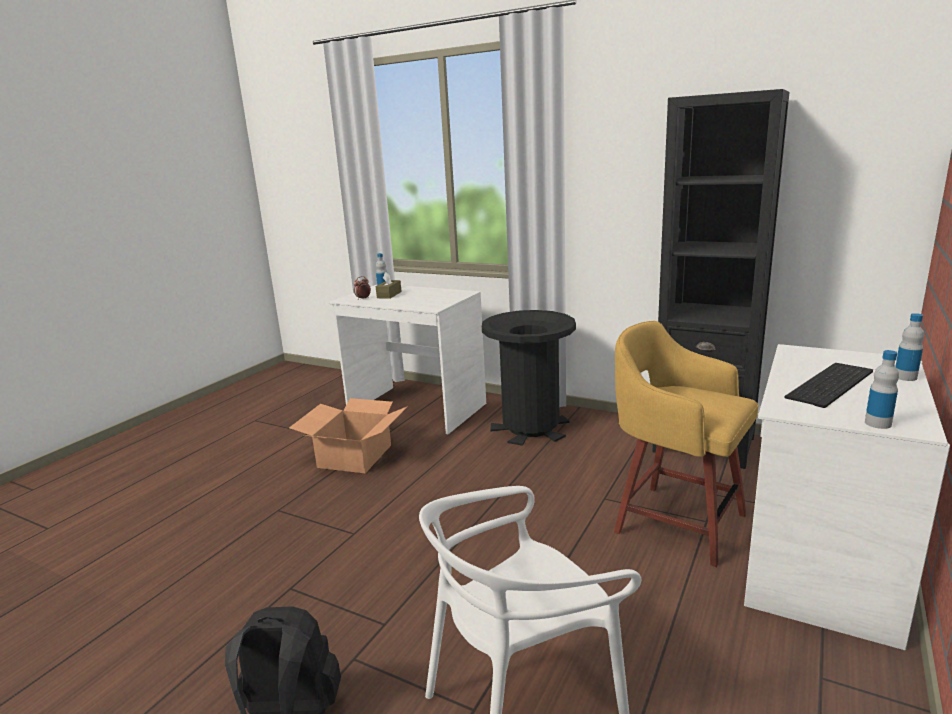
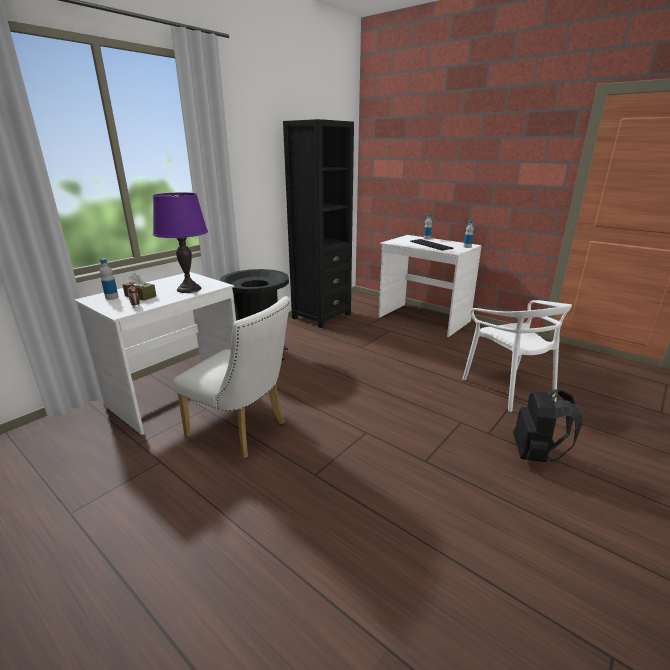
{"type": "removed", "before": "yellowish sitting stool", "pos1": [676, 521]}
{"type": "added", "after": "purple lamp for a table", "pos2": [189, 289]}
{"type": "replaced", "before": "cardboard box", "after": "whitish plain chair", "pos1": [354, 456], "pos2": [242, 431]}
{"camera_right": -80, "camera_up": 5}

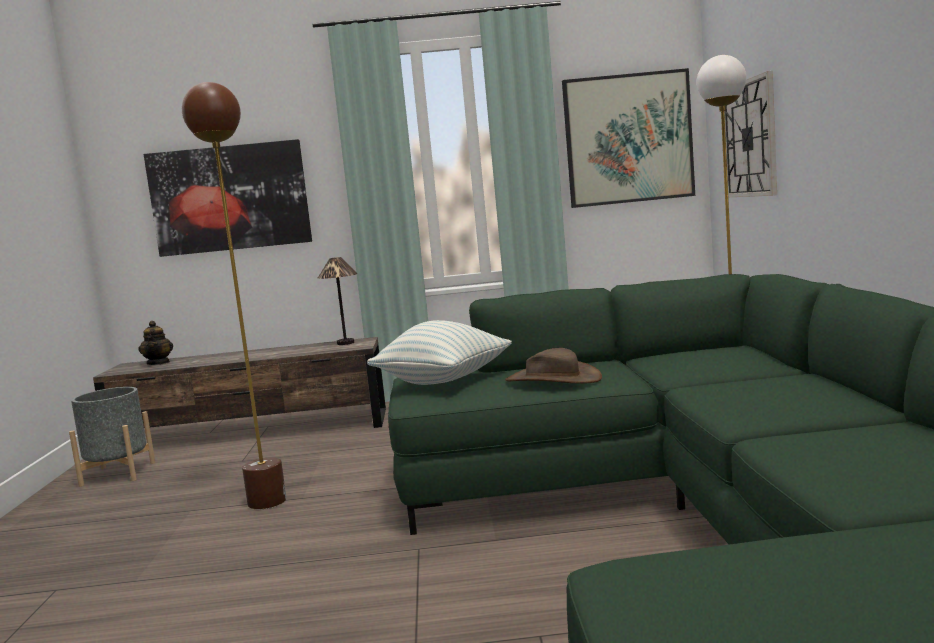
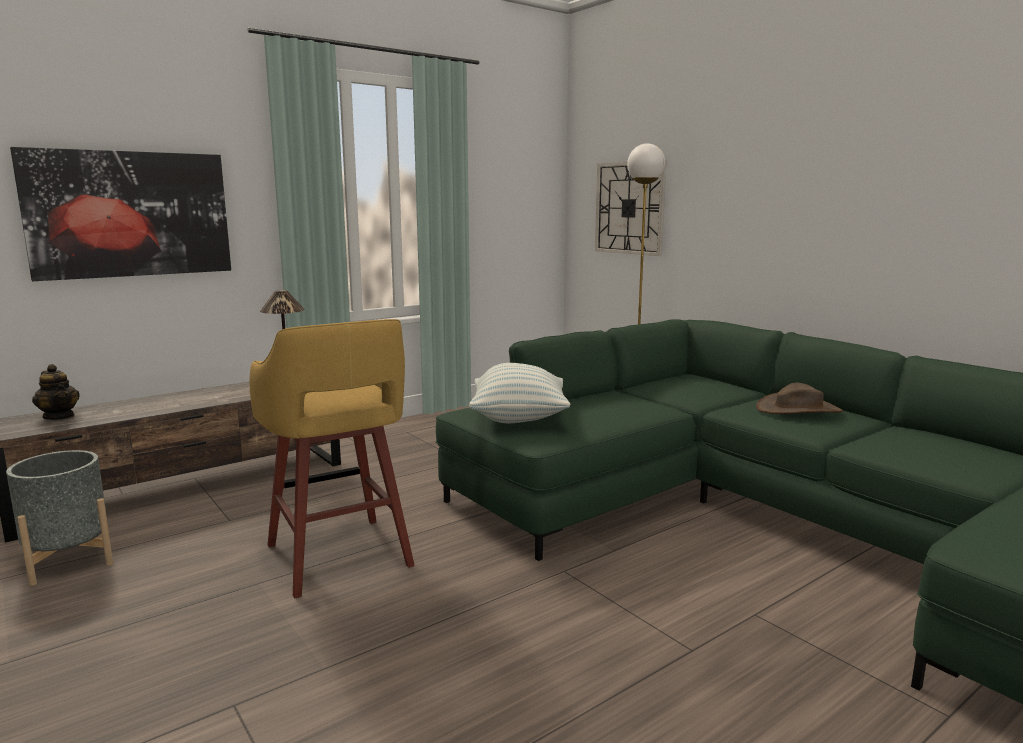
{"type": "removed", "before": "picture", "pos1": [628, 139]}
{"type": "moved", "before": "brown-coloured hat", "pos1": [553, 379], "pos2": [798, 409]}
{"type": "replaced", "before": "brown-coloured standing lamp", "after": "yellowish sitting stool", "pos1": [266, 502], "pos2": [340, 558]}
{"camera_right": -35, "camera_up": 5}

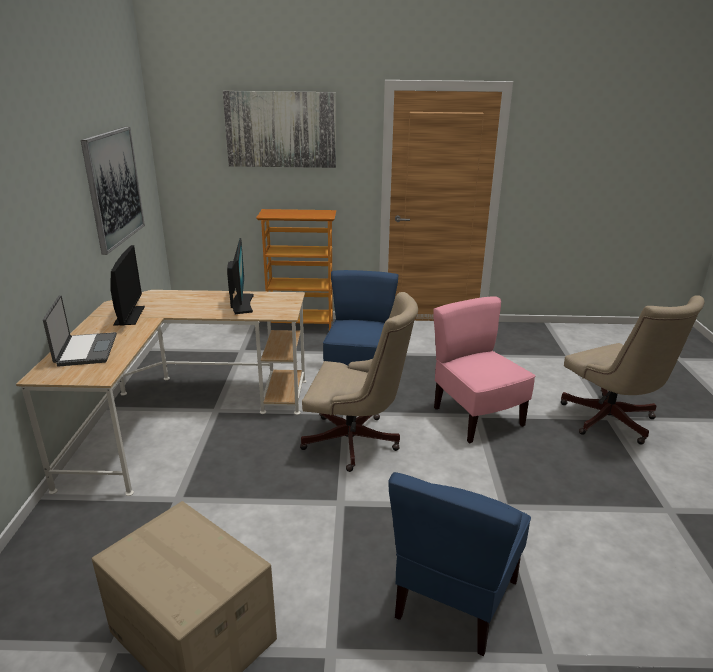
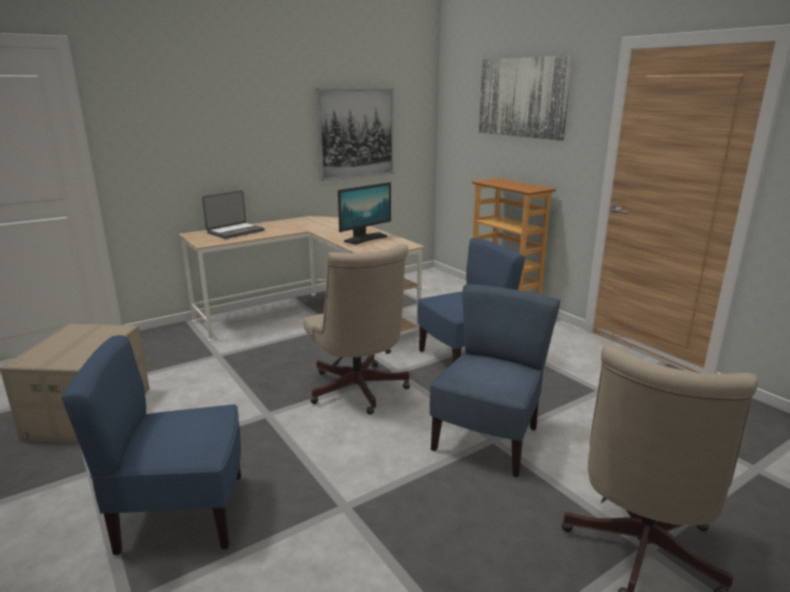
{"type": "removed", "before": "computer screen", "pos1": [129, 315]}
{"type": "recoloured", "before": "pinkish plain chair", "after": "blue-coloured plain chair", "pos1": [476, 417], "pos2": [487, 440]}
{"camera_right": 55, "camera_up": -5}

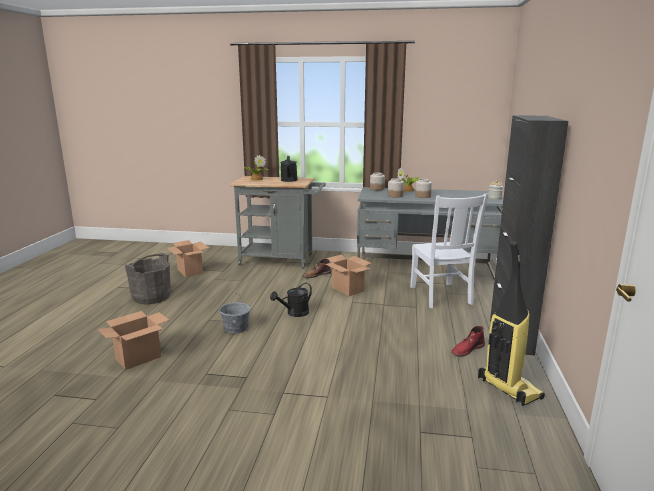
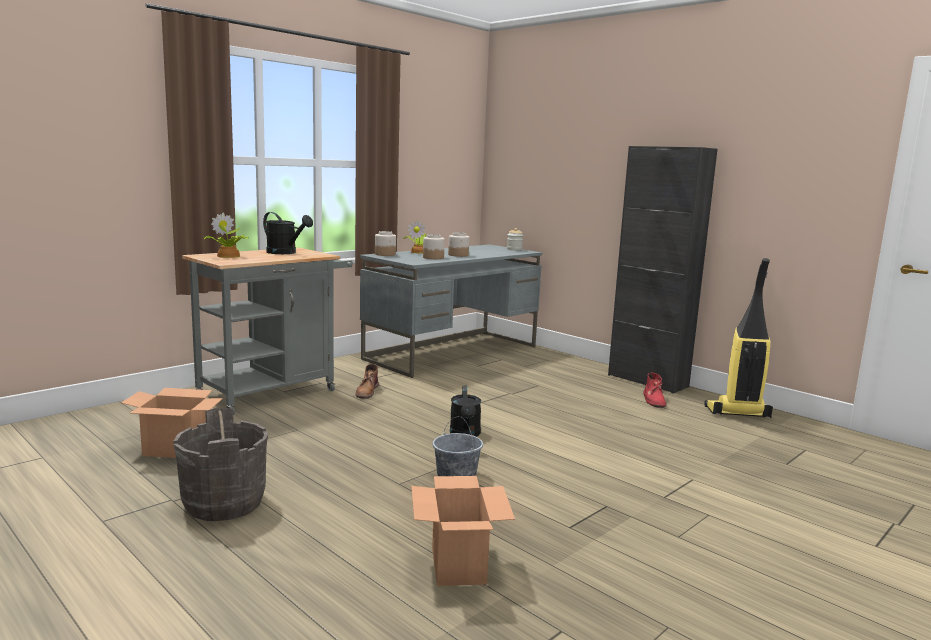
{"type": "removed", "before": "cardboard box", "pos1": [348, 289]}
{"type": "removed", "before": "whitish plain chair", "pos1": [441, 296]}
{"camera_right": -55, "camera_up": -5}

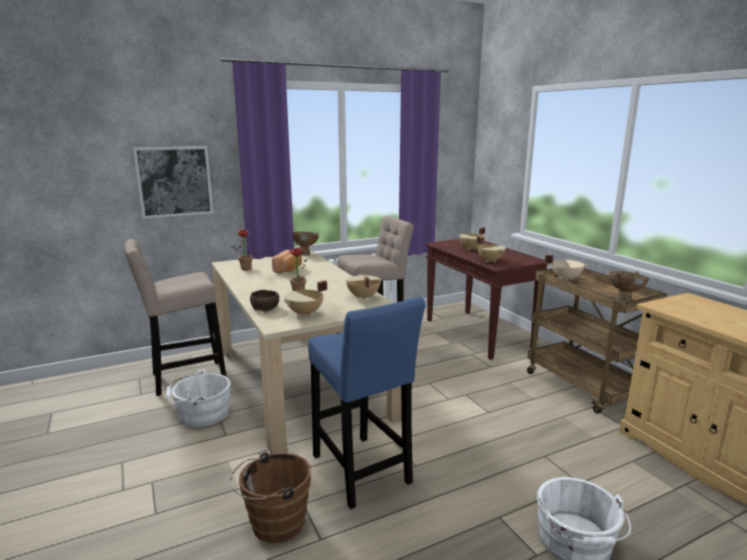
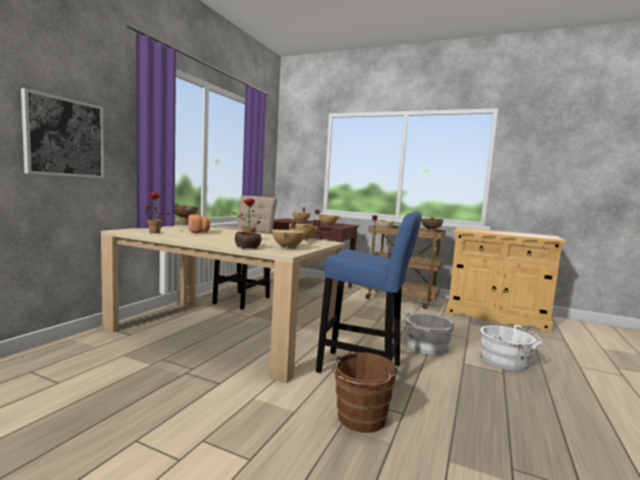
{"type": "removed", "before": "sand-coloured sitting stool", "pos1": [184, 378]}
{"type": "moved", "before": "whitish water bucket", "pos1": [201, 414], "pos2": [426, 346]}
{"camera_right": -40, "camera_up": -10}

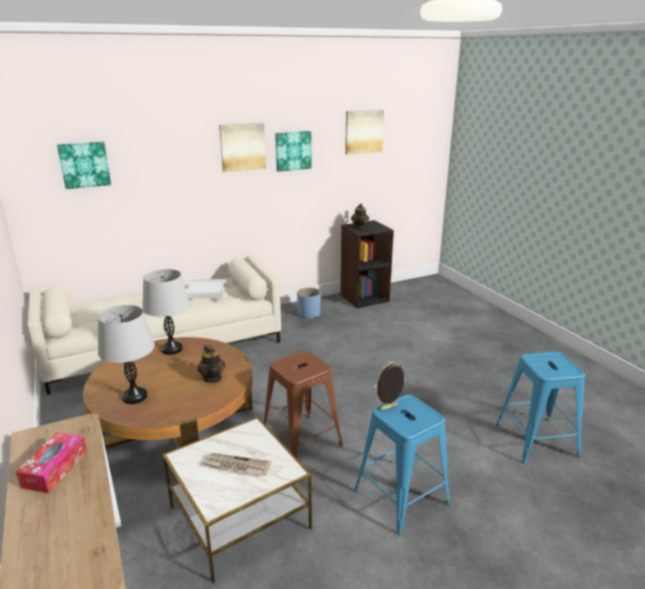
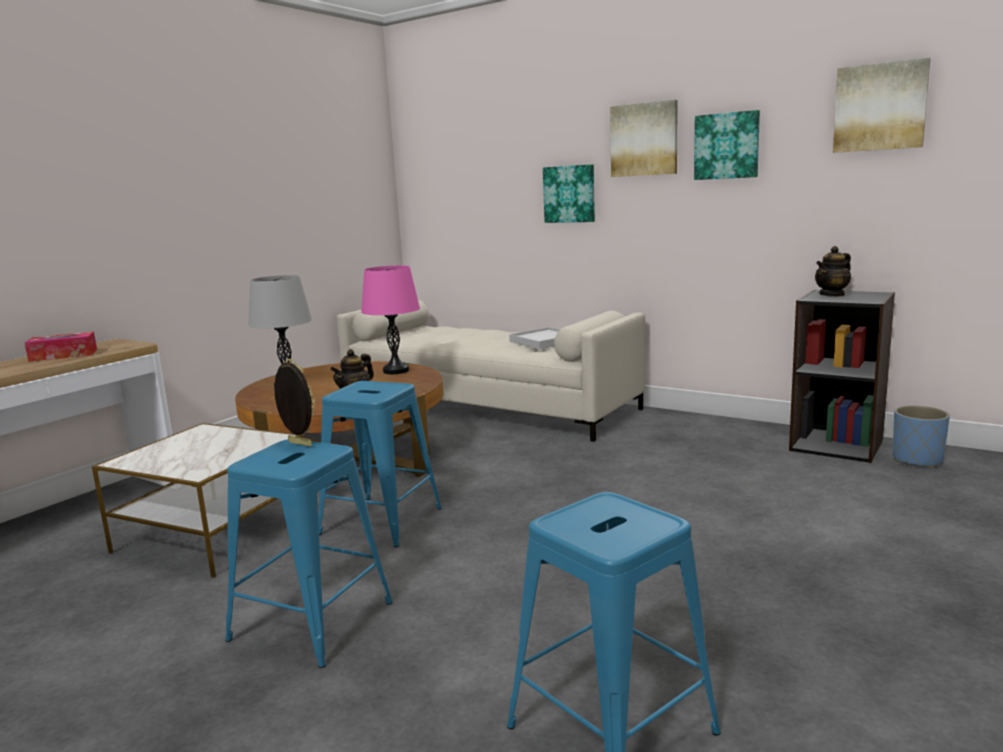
{"type": "removed", "before": "daily paper", "pos1": [236, 466]}
{"type": "moved", "before": "picture", "pos1": [84, 164], "pos2": [570, 194]}
{"type": "moved", "before": "blue-coloured planter", "pos1": [309, 314], "pos2": [917, 460]}
{"type": "recoloured", "before": "grey lamp for a table", "after": "pinkish lamp for a table", "pos1": [172, 349], "pos2": [396, 371]}
{"type": "recoloured", "before": "brown-coloured sitting stool", "after": "blue-coloured sitting stool", "pos1": [301, 441], "pos2": [380, 521]}
{"camera_right": 60, "camera_up": -10}

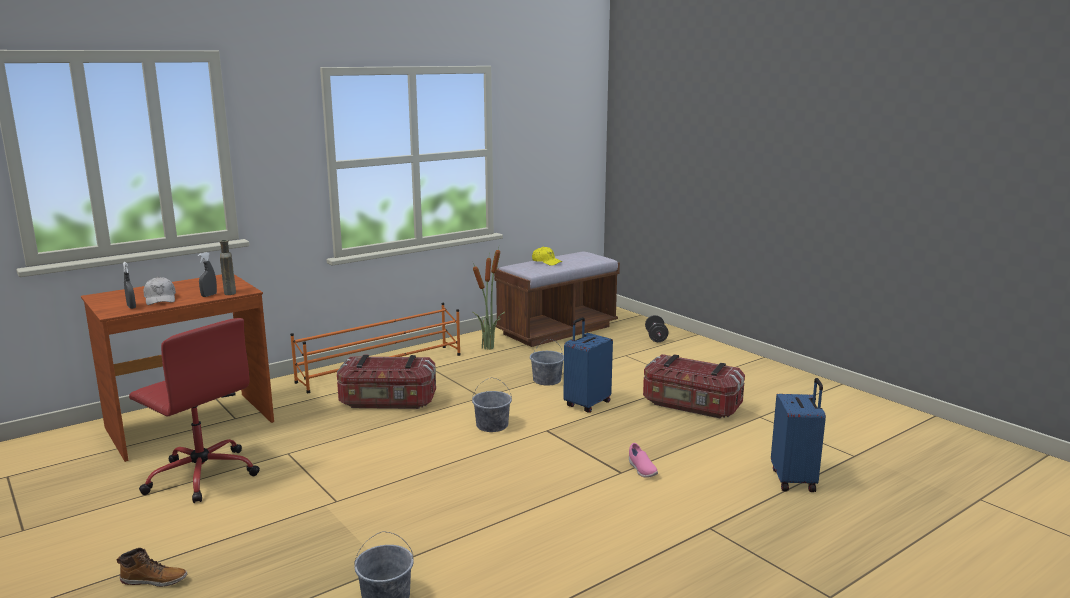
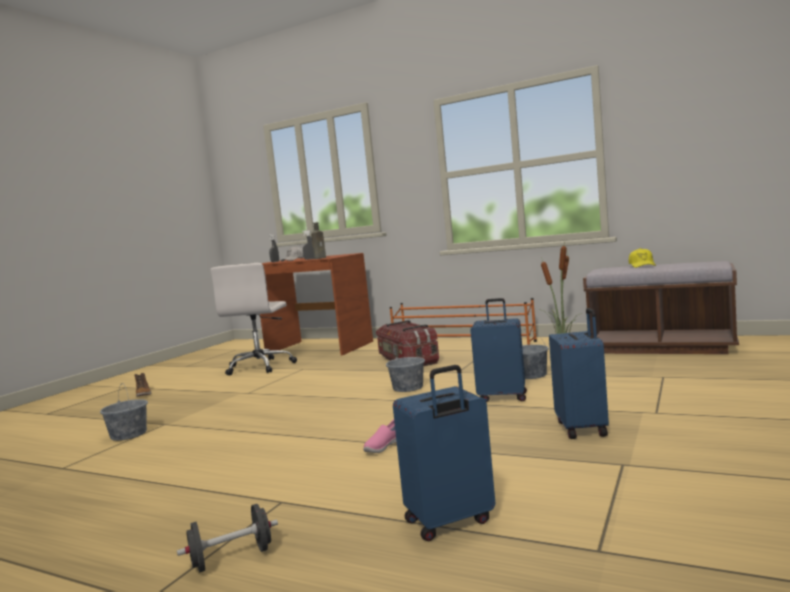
{"type": "moved", "before": "black free weight", "pos1": [656, 337], "pos2": [232, 558]}
{"type": "replaced", "before": "storage box", "after": "blue-coloured suitcase", "pos1": [691, 406], "pos2": [583, 428]}
{"type": "recoloured", "before": "reddish office chair", "after": "whitish office chair", "pos1": [201, 475], "pos2": [260, 366]}
{"camera_right": 65, "camera_up": -10}

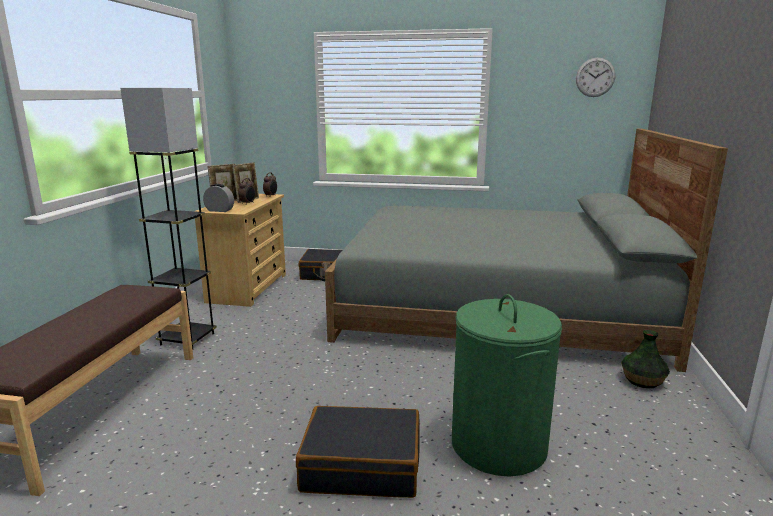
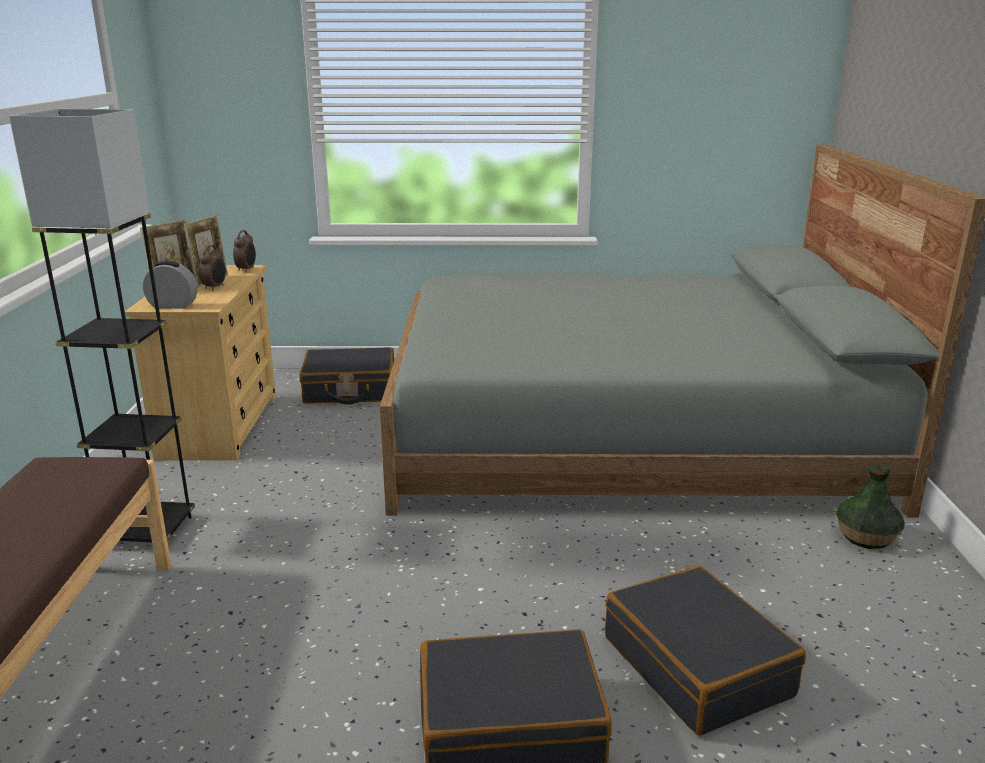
{"type": "removed", "before": "wall clock", "pos1": [595, 77]}
{"type": "replaced", "before": "green-coloured washing basket", "after": "black suitcase", "pos1": [498, 445], "pos2": [697, 666]}
{"camera_right": -10, "camera_up": 5}

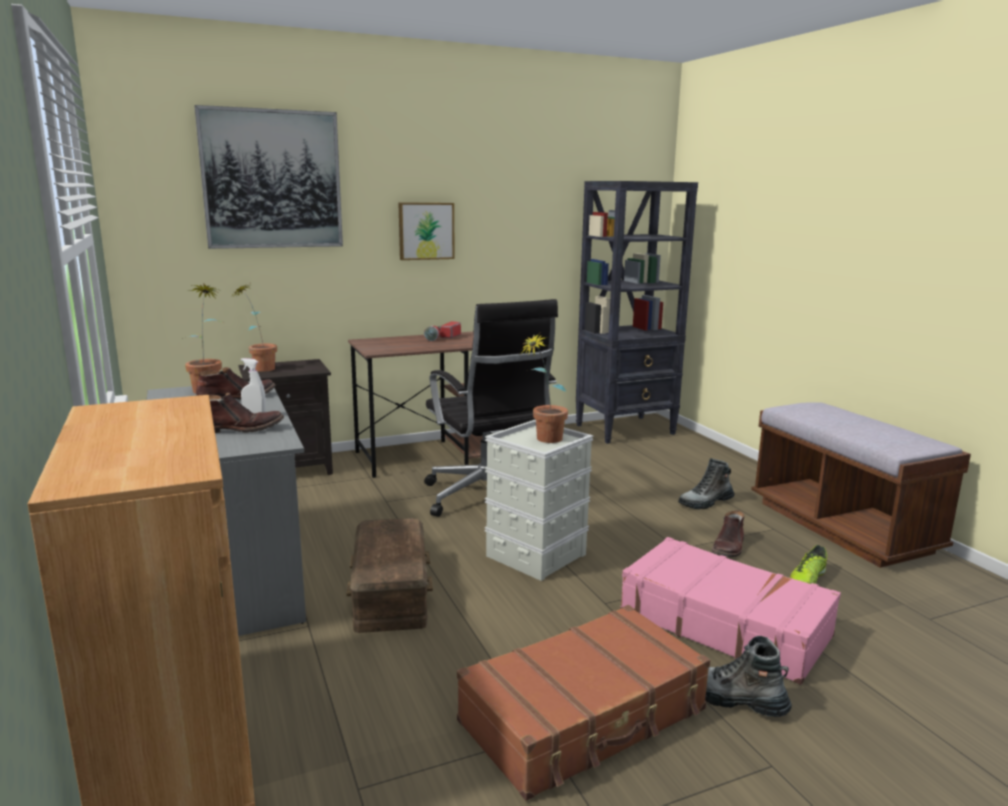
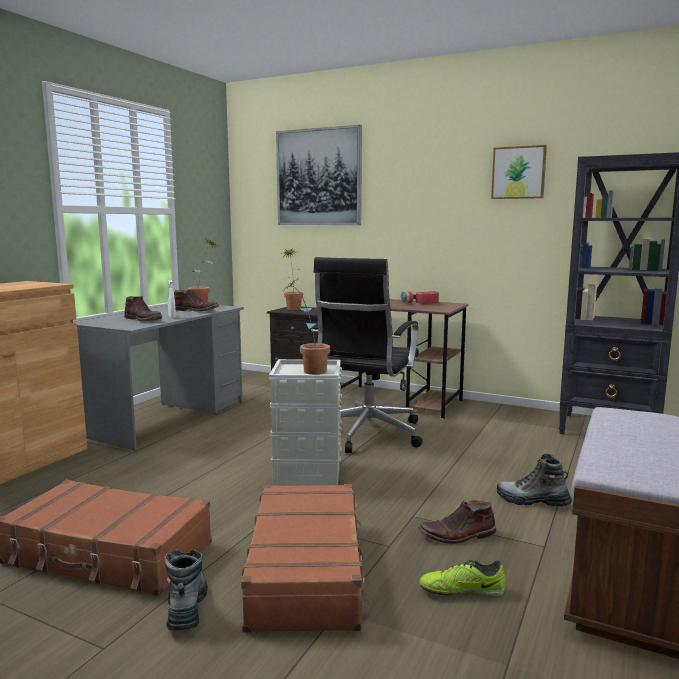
{"type": "removed", "before": "brown-coloured storage box", "pos1": [389, 591]}
{"type": "moved", "before": "picture", "pos1": [426, 231], "pos2": [518, 172]}
{"type": "recoloured", "before": "pinkish suitcase", "after": "brown-coloured suitcase", "pos1": [724, 623], "pos2": [307, 570]}
{"camera_right": 50, "camera_up": -5}

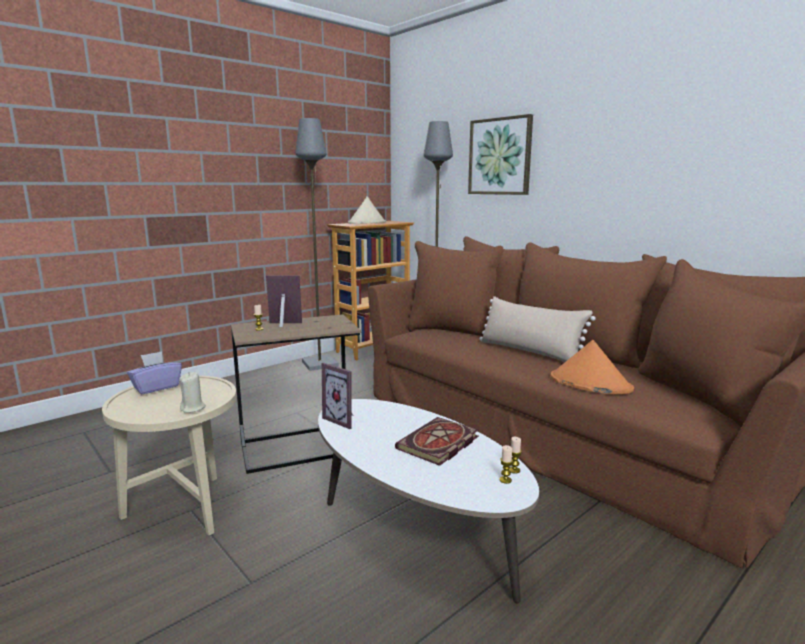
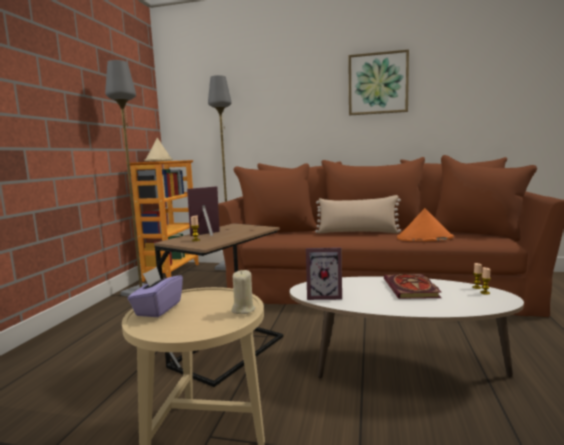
{"type": "moved", "before": "picture", "pos1": [500, 156], "pos2": [378, 83]}
{"camera_right": -35, "camera_up": -5}

